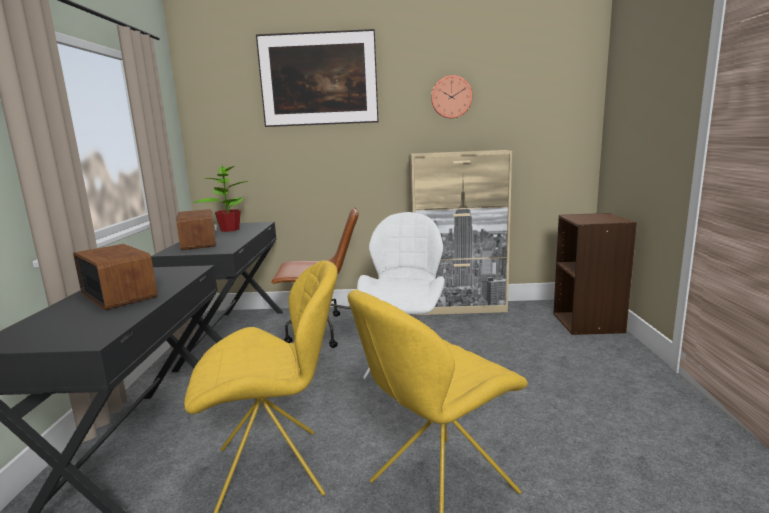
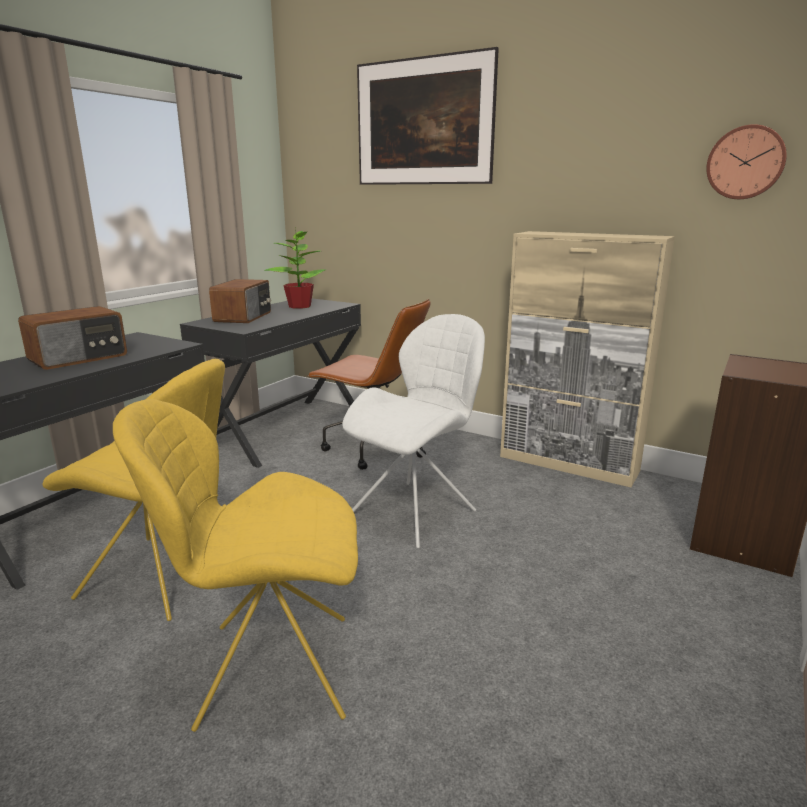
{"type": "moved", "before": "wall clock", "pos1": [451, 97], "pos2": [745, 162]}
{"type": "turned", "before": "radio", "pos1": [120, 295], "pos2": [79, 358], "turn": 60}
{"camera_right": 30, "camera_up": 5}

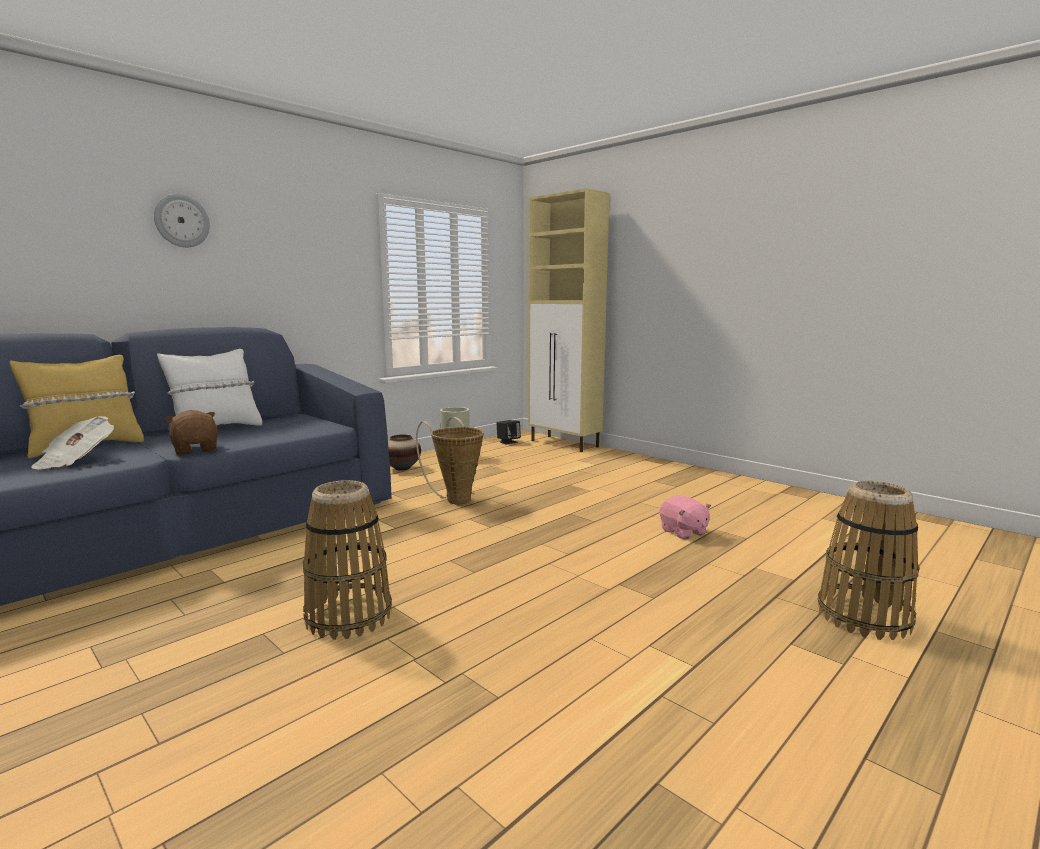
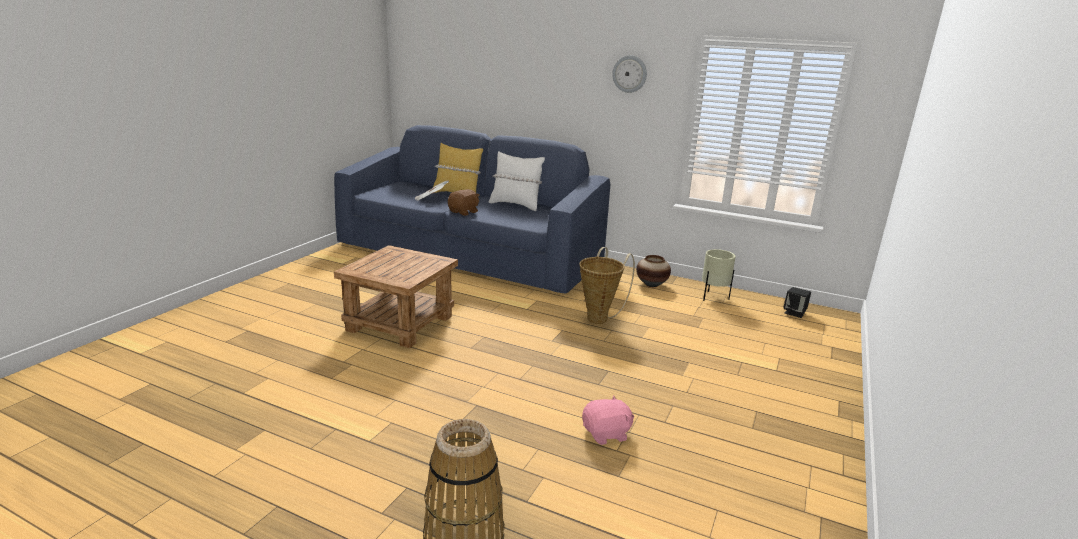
{"type": "removed", "before": "sand-coloured cupboard", "pos1": [565, 444]}
{"type": "moved", "before": "wall clock", "pos1": [182, 221], "pos2": [629, 74]}
{"type": "replaced", "before": "storage basket", "after": "brown-coloured accent table", "pos1": [349, 616], "pos2": [401, 323]}
{"type": "turned", "before": "pinkish soft toy", "pos1": [683, 532], "pos2": [606, 434], "turn": -150}
{"camera_right": 70, "camera_up": 10}

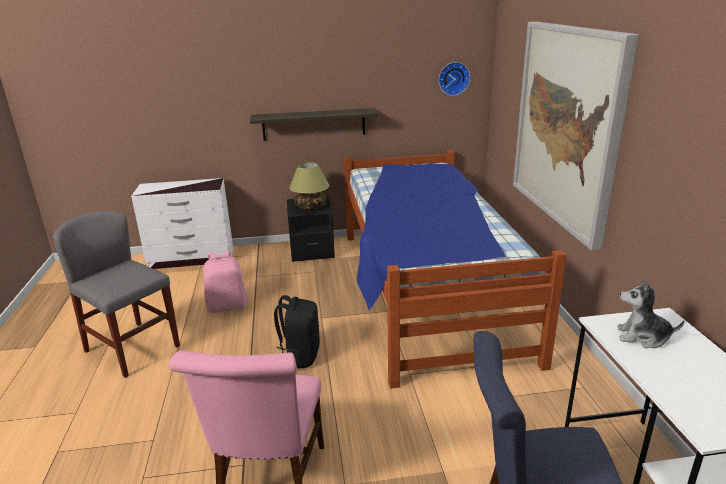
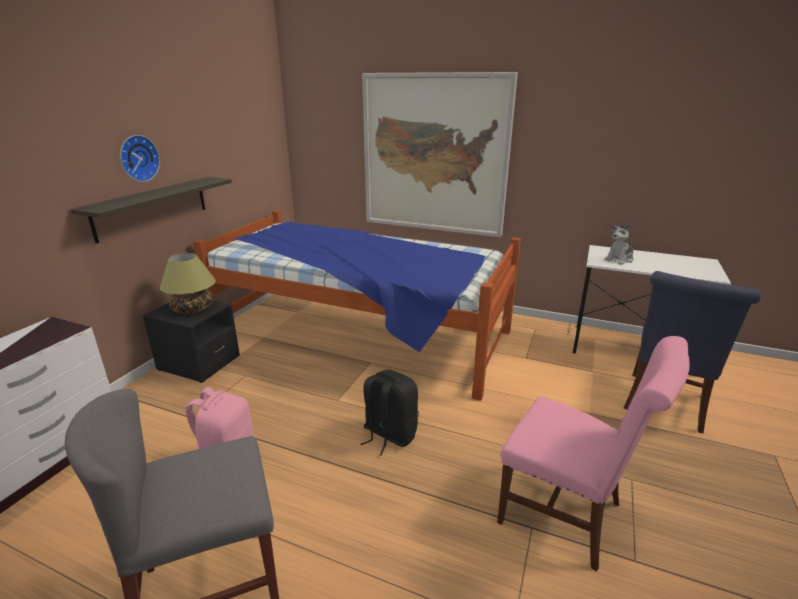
{"type": "moved", "before": "wall clock", "pos1": [453, 78], "pos2": [137, 158]}
{"camera_right": -60, "camera_up": 0}

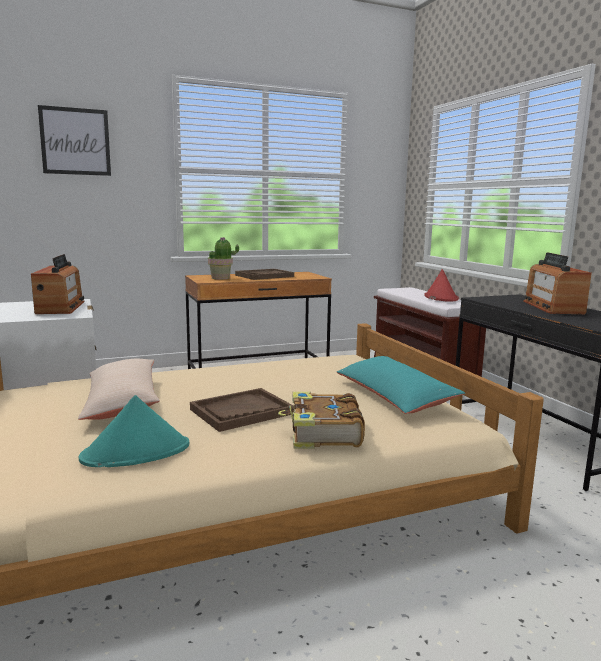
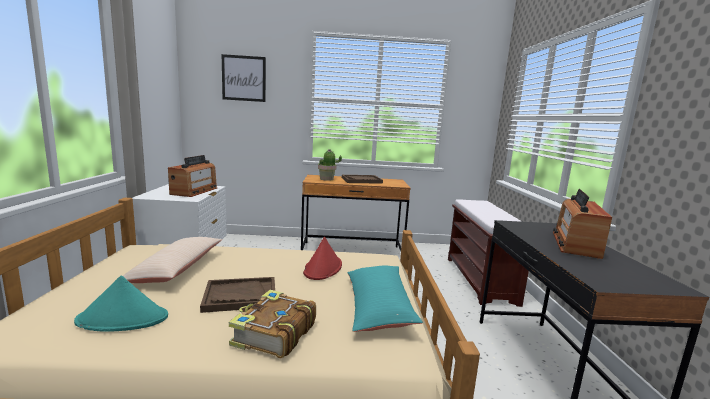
{"type": "moved", "before": "reddish hat", "pos1": [440, 298], "pos2": [323, 268]}
{"camera_right": 20, "camera_up": 0}

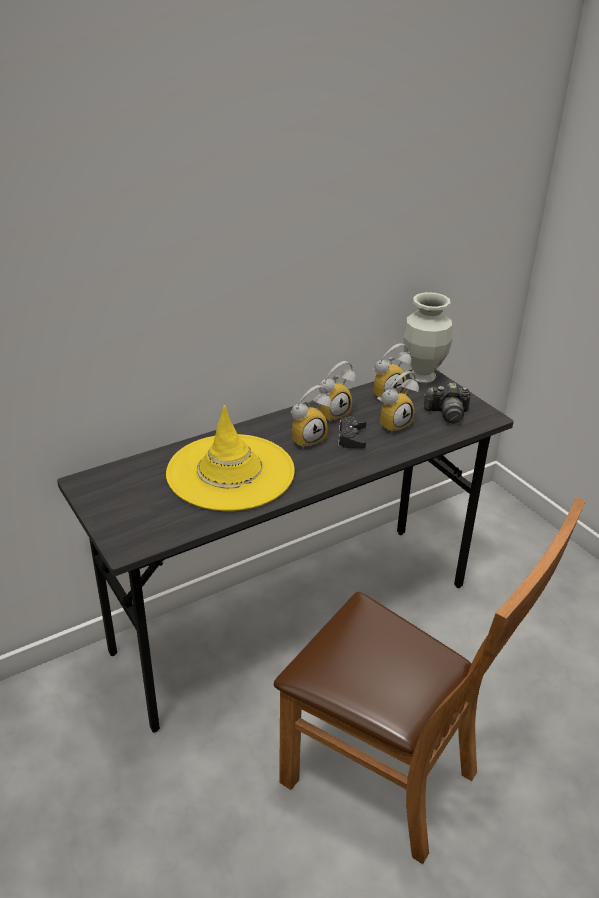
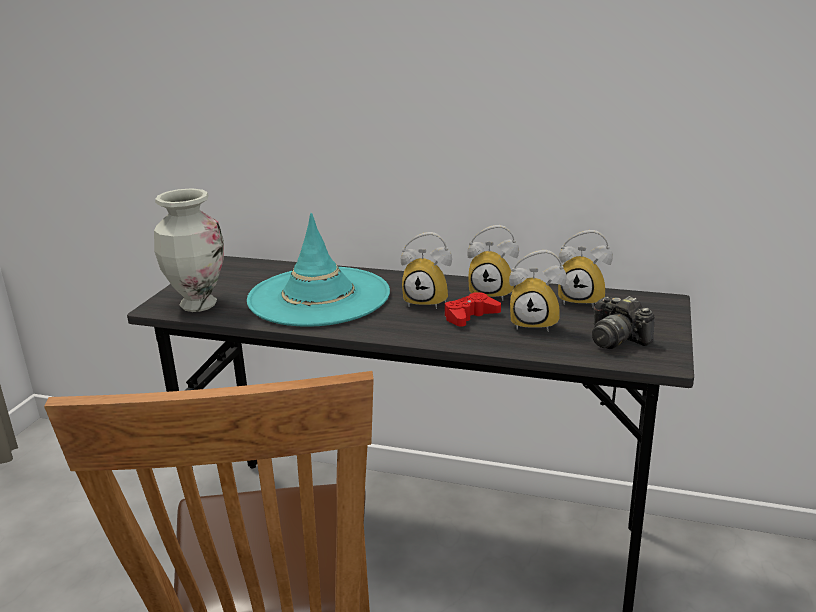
{"type": "moved", "before": "flower vase", "pos1": [422, 377], "pos2": [198, 305]}
{"type": "recoloured", "before": "yellowish hat", "after": "turquoise hat", "pos1": [230, 472], "pos2": [319, 297]}
{"type": "recoloured", "before": "black gamepad", "after": "reddish gamepad", "pos1": [351, 437], "pos2": [470, 316]}
{"camera_right": 50, "camera_up": -10}

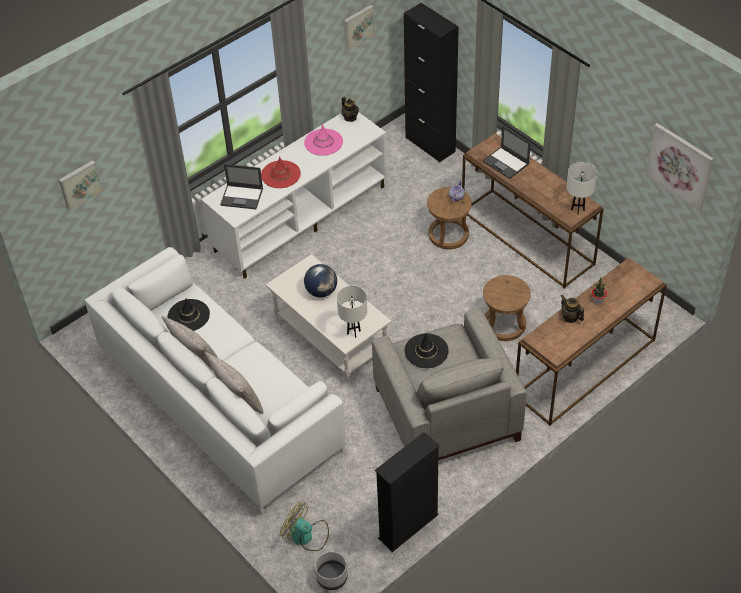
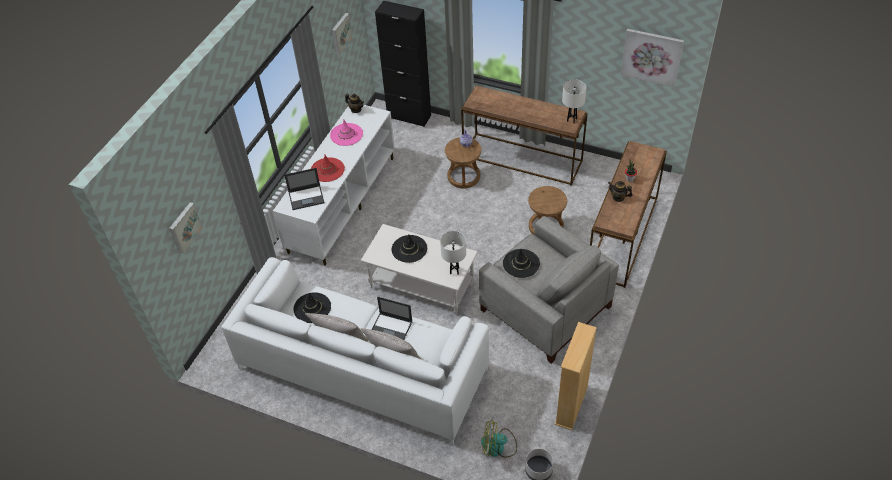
{"type": "moved", "before": "portable computer", "pos1": [506, 163], "pos2": [391, 328]}
{"type": "replaced", "before": "globe", "after": "black hat", "pos1": [321, 291], "pos2": [409, 249]}
{"type": "recoloured", "before": "black bookcase", "after": "sand-coloured bookcase", "pos1": [408, 527], "pos2": [571, 405]}
{"camera_right": -25, "camera_up": 0}

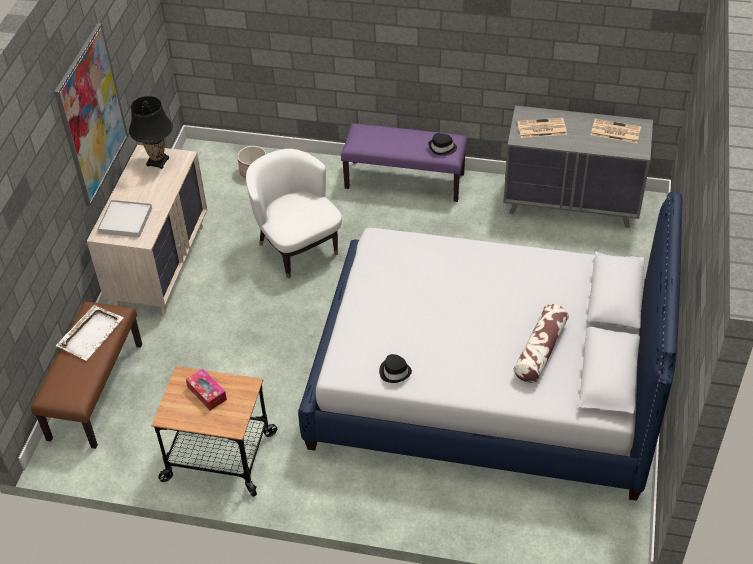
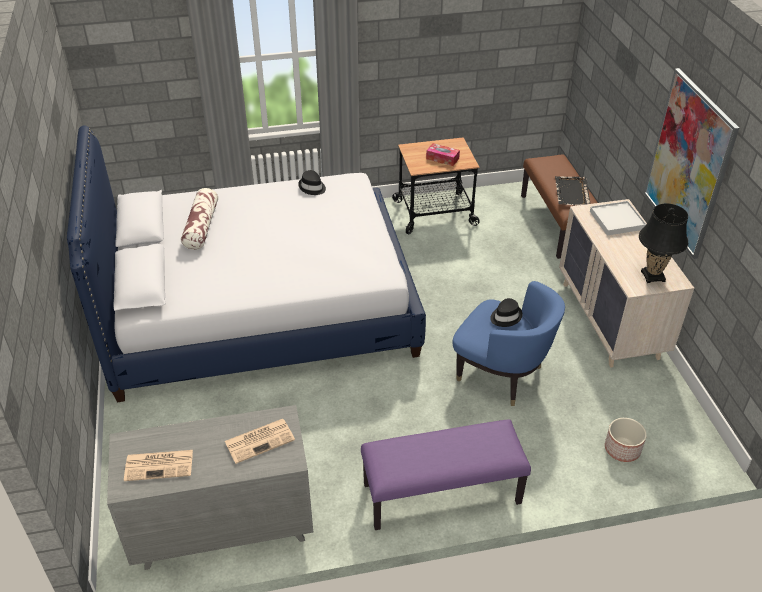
{"type": "moved", "before": "black hat", "pos1": [442, 148], "pos2": [505, 316]}
{"type": "recoloured", "before": "whitish tray", "after": "black tray", "pos1": [91, 333], "pos2": [571, 193]}
{"type": "recoloured", "before": "whitish lounge chair", "after": "blue-coloured lounge chair", "pos1": [297, 247], "pos2": [501, 374]}
{"camera_right": 155, "camera_up": -5}

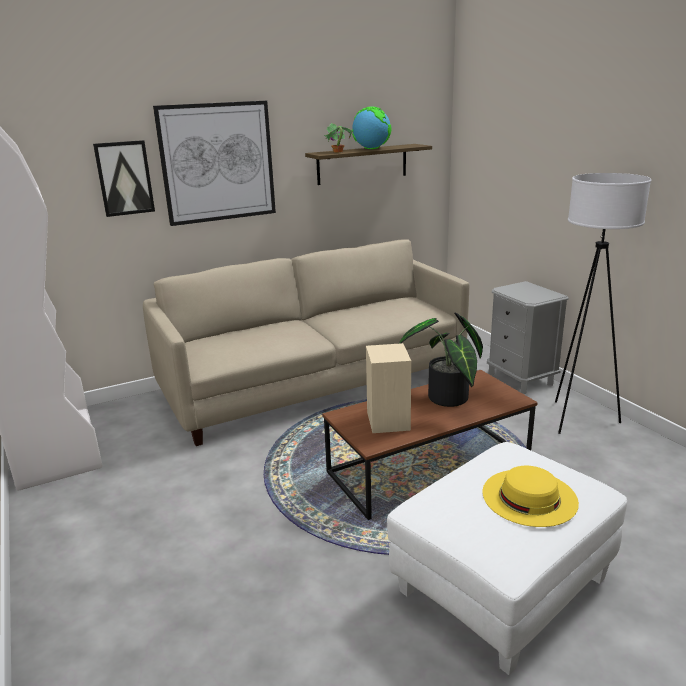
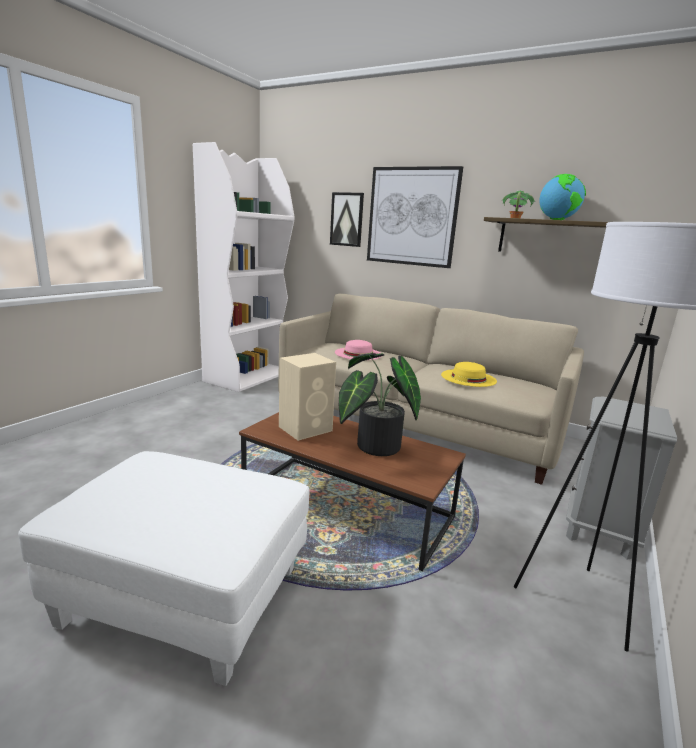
{"type": "added", "after": "pinkish hat", "pos2": [358, 353]}
{"type": "moved", "before": "yellowish hat", "pos1": [529, 497], "pos2": [468, 378]}
{"camera_right": 55, "camera_up": -5}

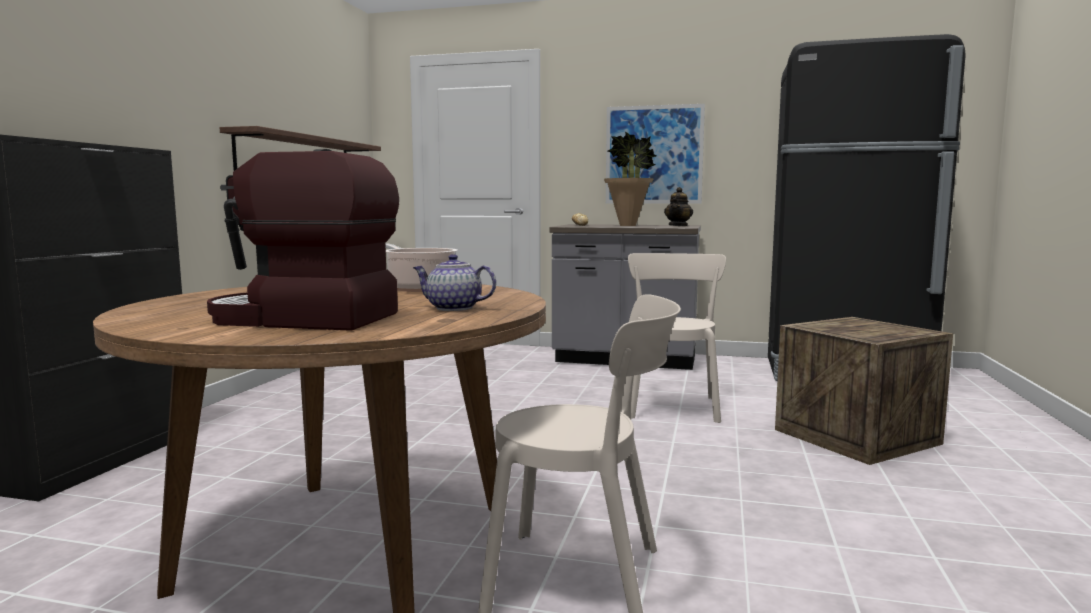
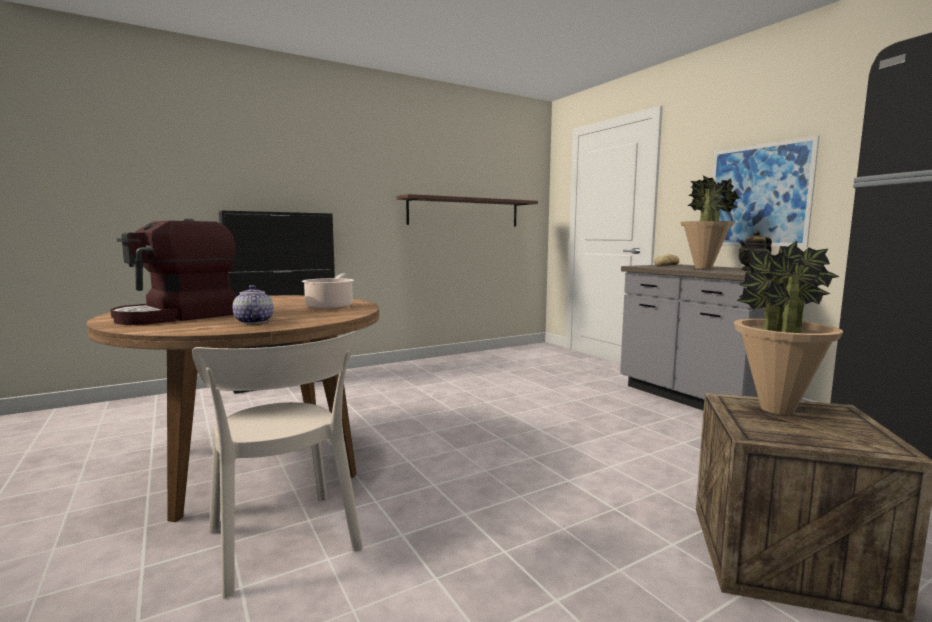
{"type": "removed", "before": "sand-coloured plain chair", "pos1": [673, 406]}
{"type": "added", "after": "plant in a pot", "pos2": [776, 409]}
{"type": "turned", "before": "coffee machine", "pos1": [303, 319], "pos2": [178, 316], "turn": -105}
{"camera_right": 45, "camera_up": 0}

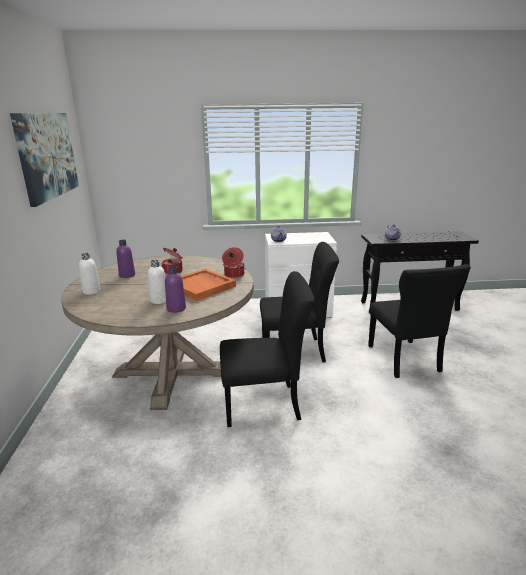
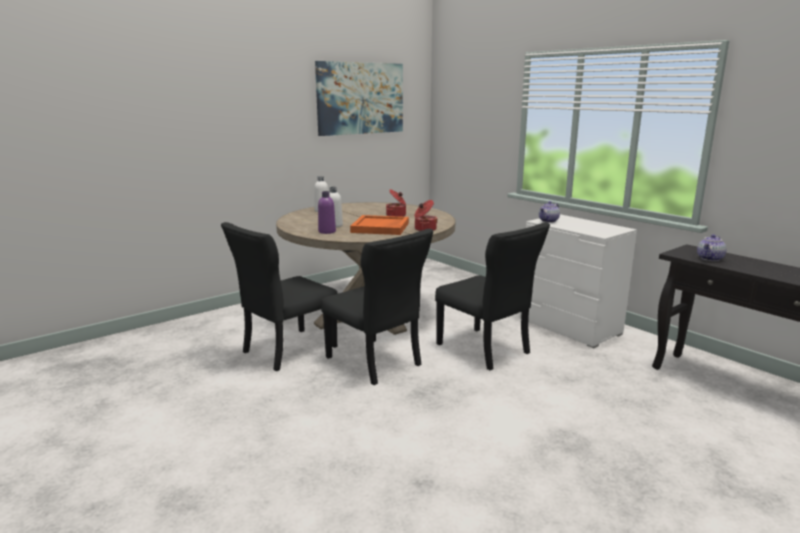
{"type": "removed", "before": "purple bottle", "pos1": [127, 275]}
{"type": "moved", "before": "black plain chair", "pos1": [404, 360], "pos2": [286, 350]}
{"camera_right": 55, "camera_up": -5}

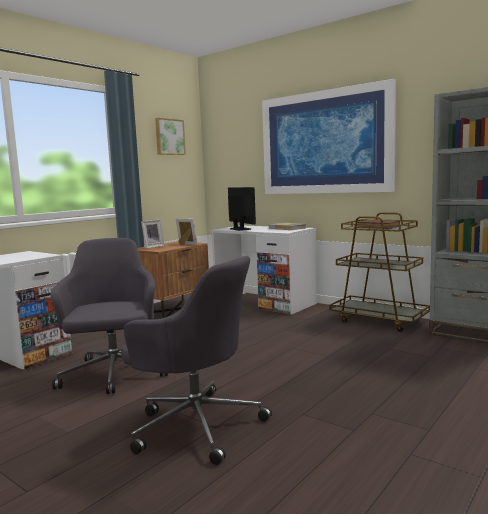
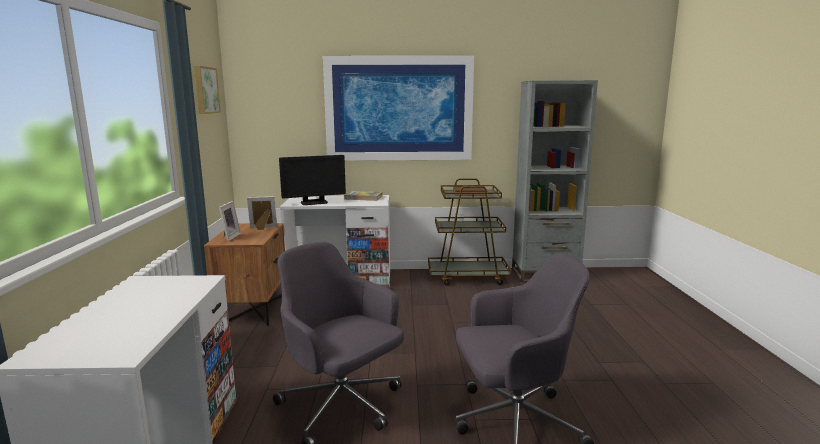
{"type": "turned", "before": "computer screen", "pos1": [240, 229], "pos2": [314, 202], "turn": 135}
{"camera_right": -40, "camera_up": 5}

